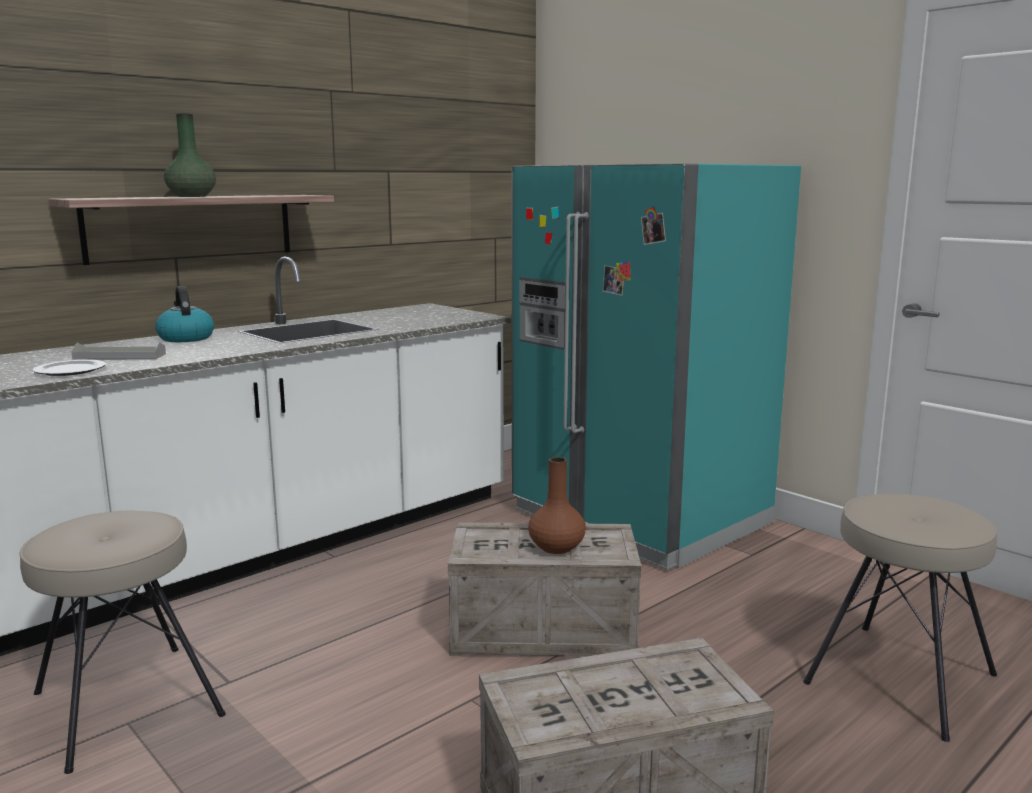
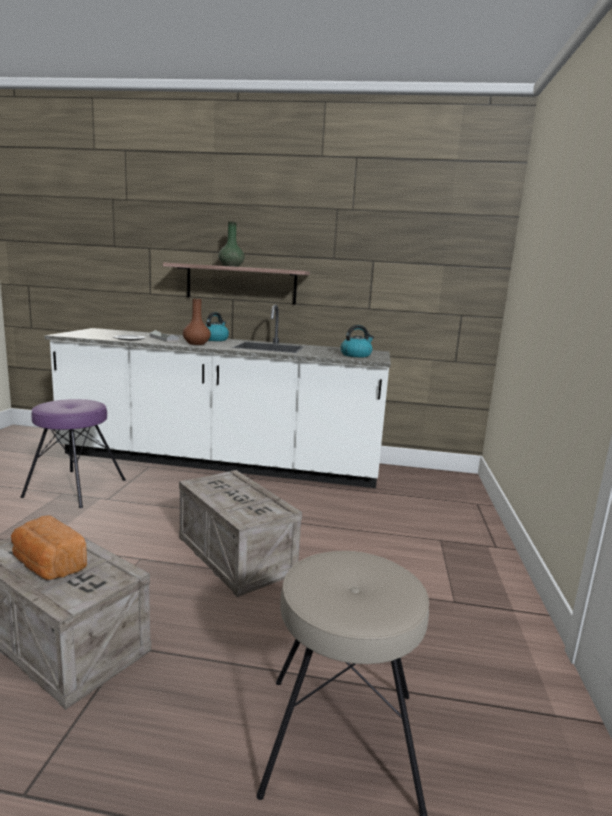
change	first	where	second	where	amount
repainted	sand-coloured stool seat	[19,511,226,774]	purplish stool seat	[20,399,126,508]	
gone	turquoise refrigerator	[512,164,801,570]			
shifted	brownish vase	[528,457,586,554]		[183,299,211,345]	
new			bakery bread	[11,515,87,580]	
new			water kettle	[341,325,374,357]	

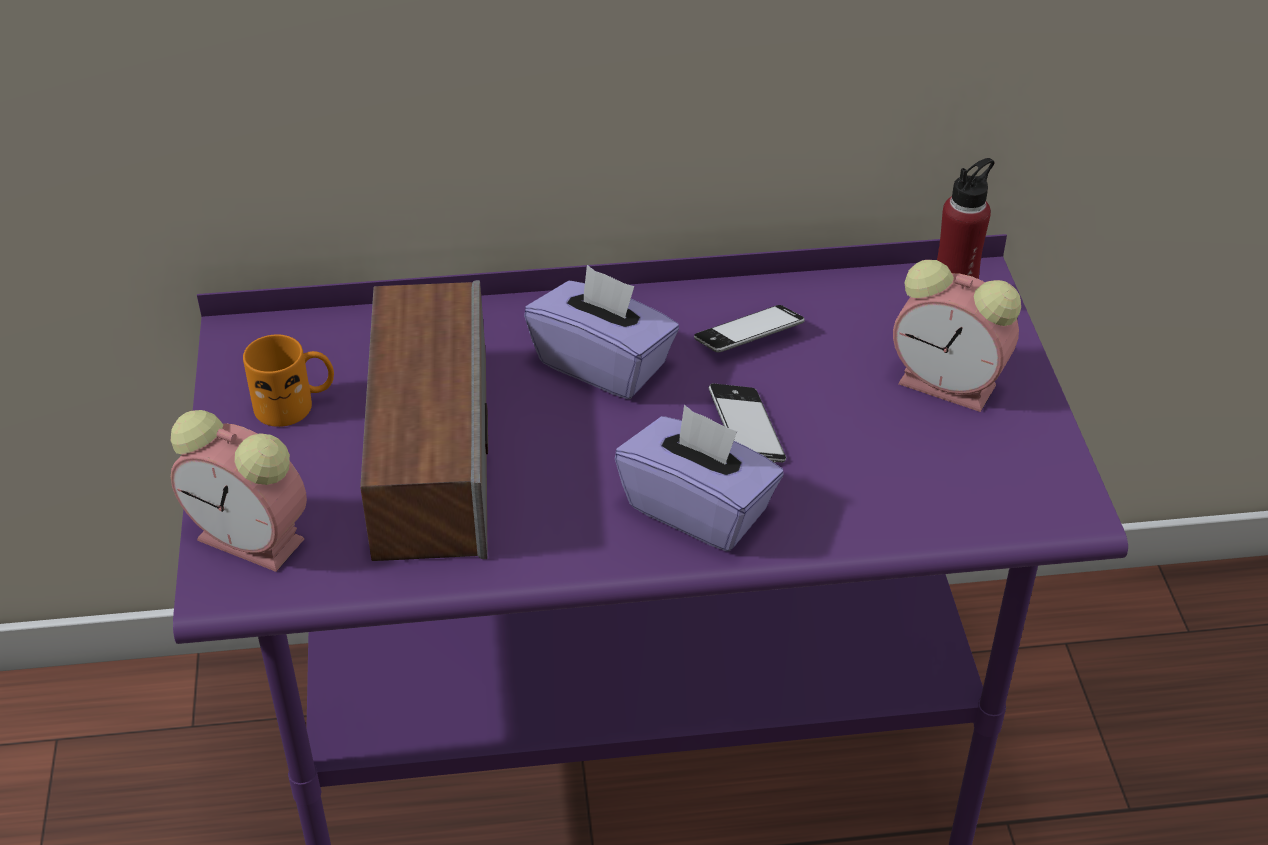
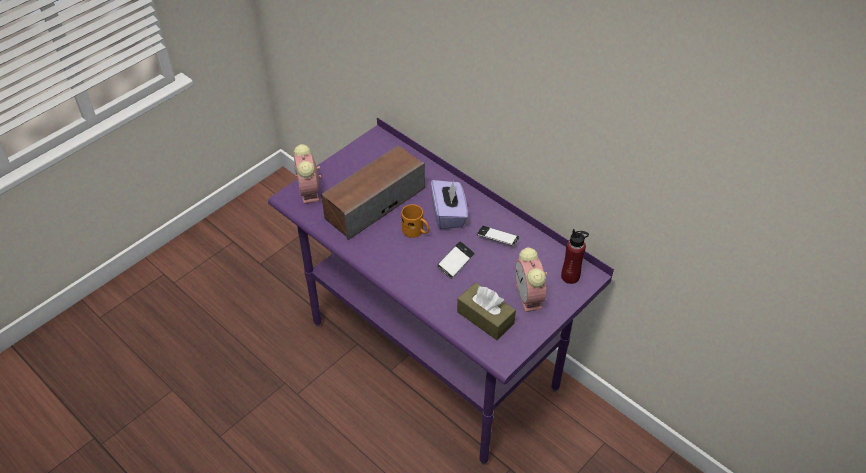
change	first	where	second	where	amount
shifted	orange-coloured mug	[243,335,334,427]		[401,204,429,238]	
gone	purplish box of tissues	[615,405,783,552]			
new			brownish box of tissues	[457,282,516,340]	

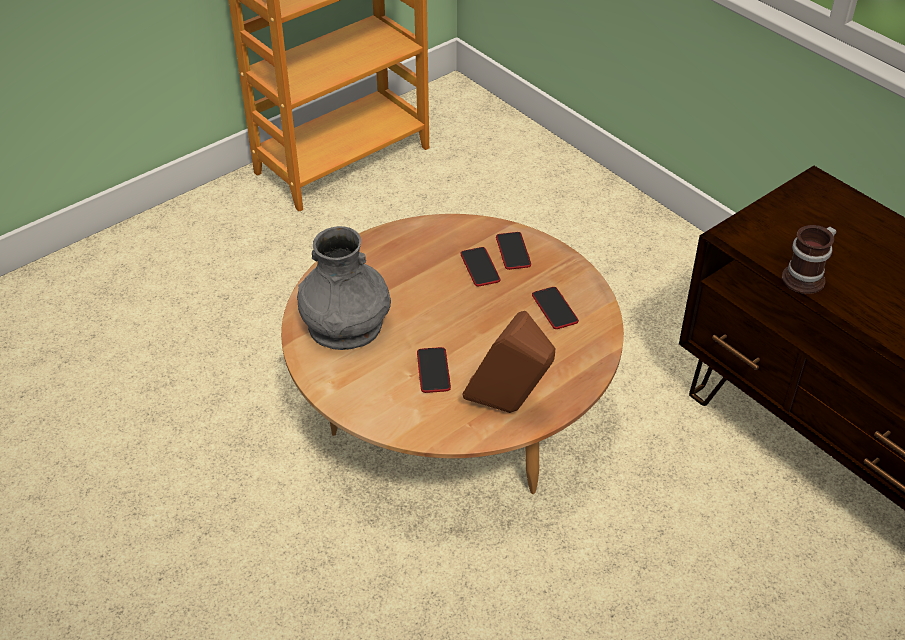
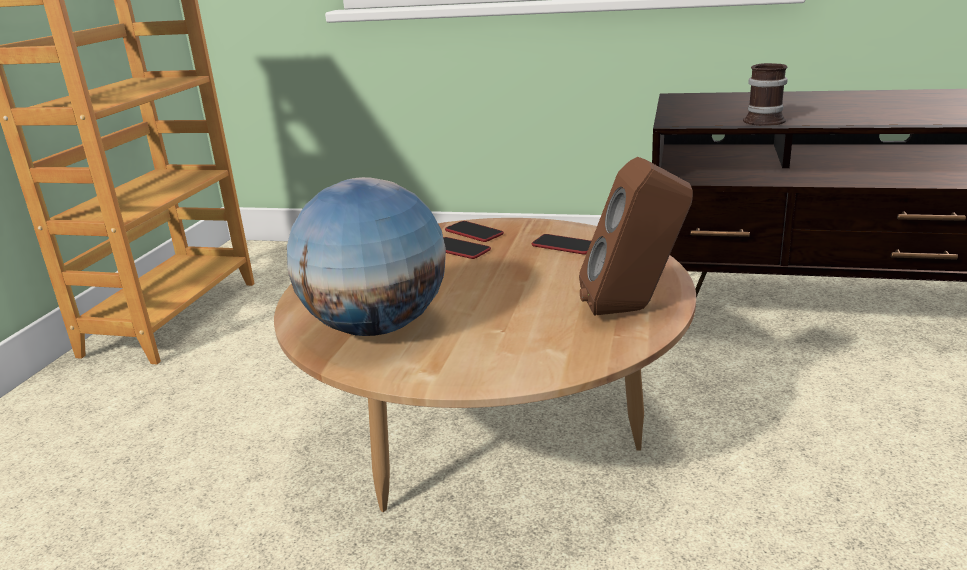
change	first	where	second	where	amount
swapped	gray vase	[297,226,391,350]	desk globe	[287,177,446,336]	
gone	handset	[417,347,451,393]			

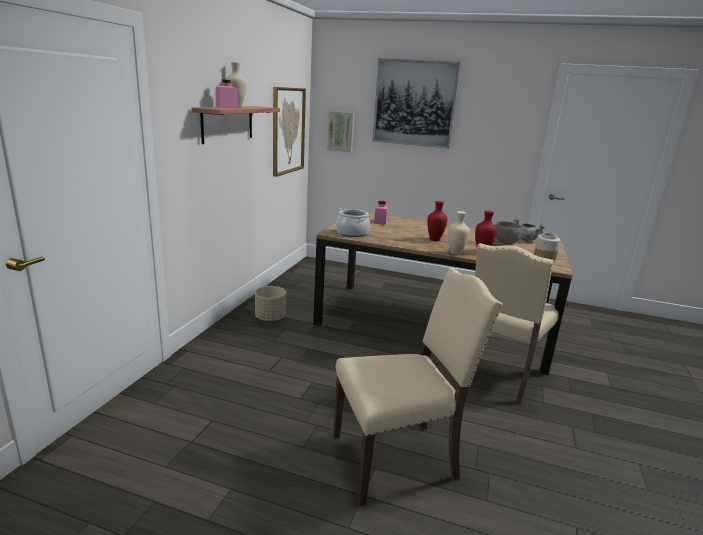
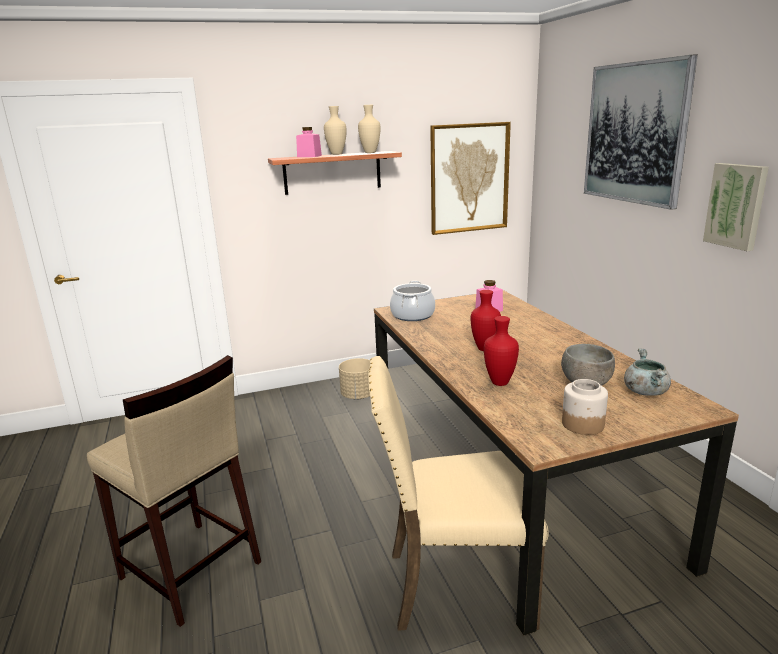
change	first	where	second	where	amount
shifted	wall art	[327,111,354,152]		[703,163,769,251]	
swapped	sand-coloured plain chair	[333,268,503,506]	sand-coloured stool seat	[87,355,261,627]	
shifted	sand-coloured vase	[448,211,470,255]		[358,105,380,153]	

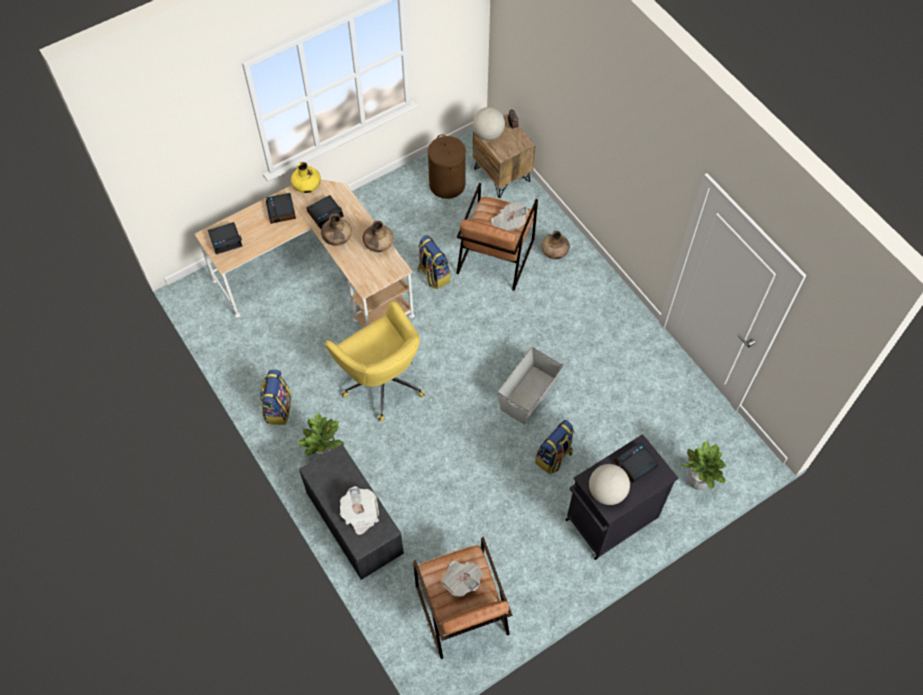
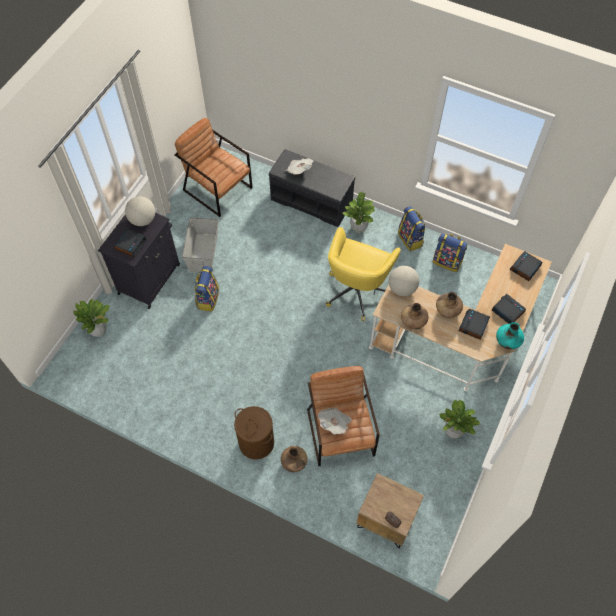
change	first	where	second	where	amount
repainted	yellow-coloured vase	[291,162,321,193]	turquoise vase	[496,322,524,350]	
rotated	yellow-coloured desk chair	[325,301,425,422]		[326,227,401,321]	90 degrees counterclockwise
shifted	knapsack	[418,235,450,290]		[433,233,467,272]	
shifted	brownish washing basket	[428,134,466,199]		[234,406,274,460]	
gone	daily paper	[441,561,483,597]			
shifted	desk globe	[473,107,505,140]		[389,266,419,296]	
shifted	gray storage container	[498,347,563,424]		[182,217,218,273]	
new			potted plant	[439,399,480,439]	

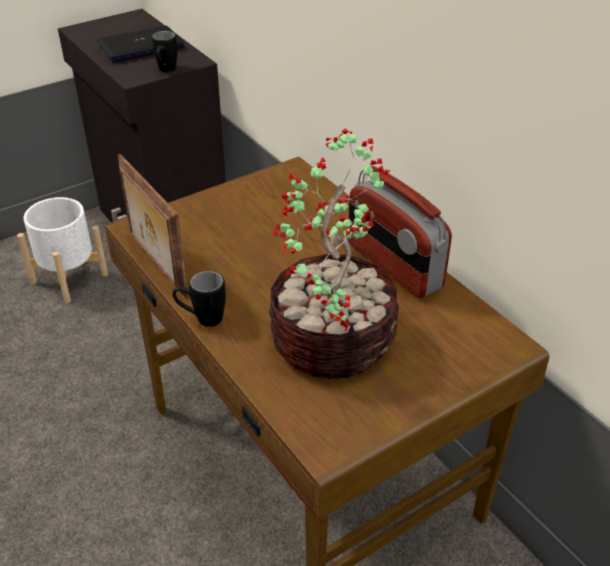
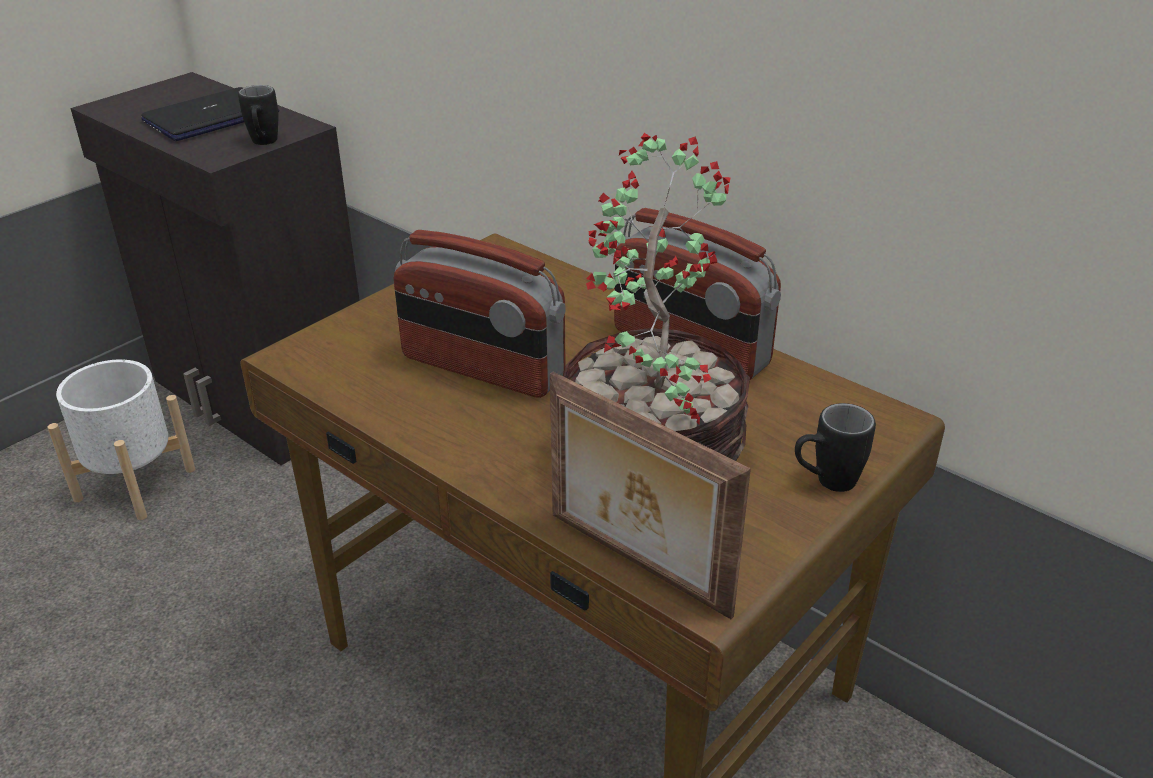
change	first	where	second	where	amount
shifted	standing frame	[118,154,189,298]		[550,372,751,619]	
shifted	blackish mug	[172,271,226,327]		[795,403,876,492]	
new			radio receiver	[393,230,566,398]	

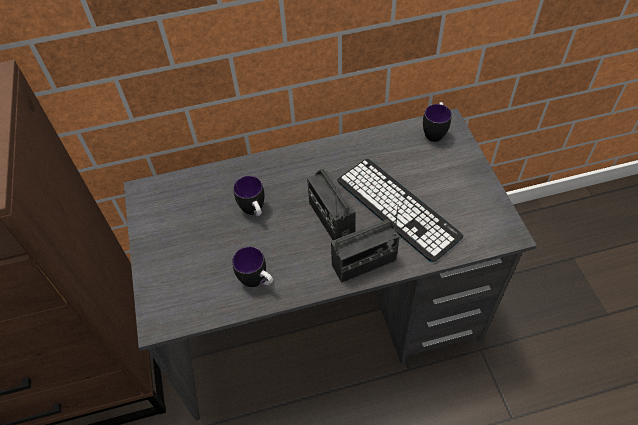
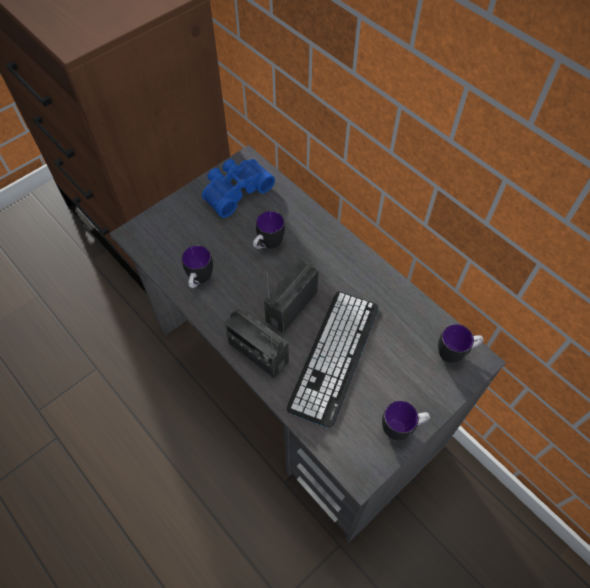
change	first	where	second	where	amount
new			bluish binoculars	[202,159,275,218]	
new			mug	[382,401,430,440]	

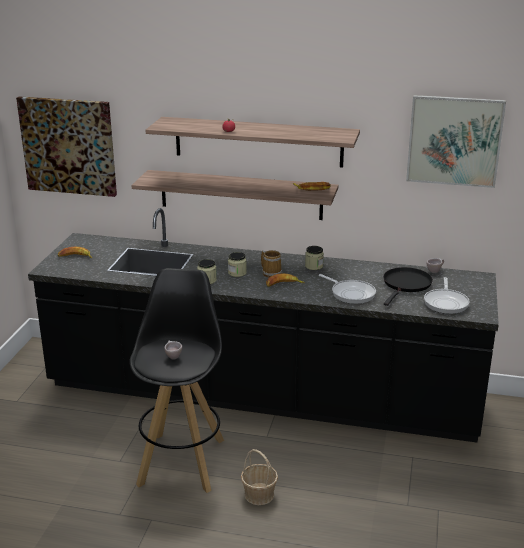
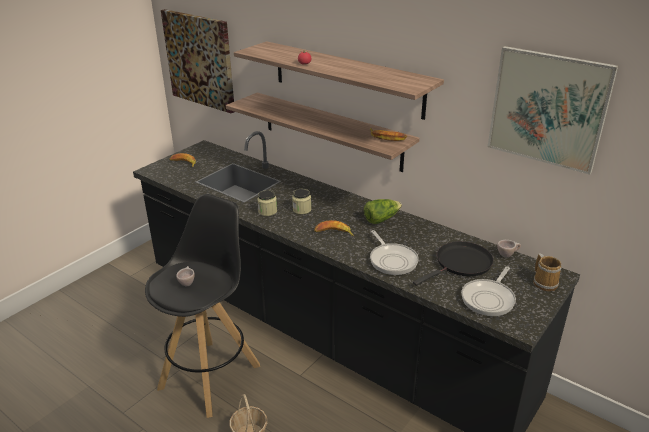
change	first	where	second	where	amount
shifted	mug	[261,250,282,277]		[534,253,562,291]	
swapped	storage jar	[305,246,324,270]	head of lettuce	[364,199,402,224]	

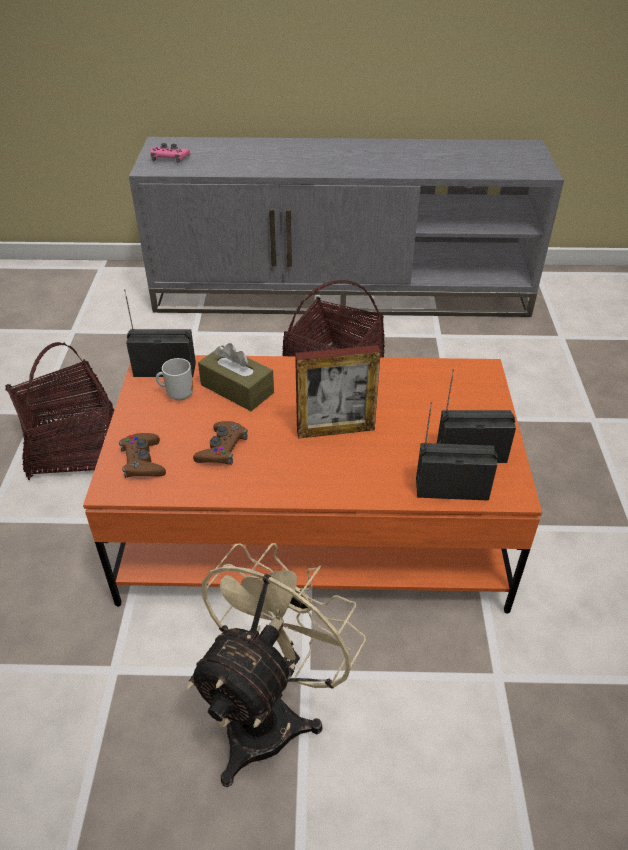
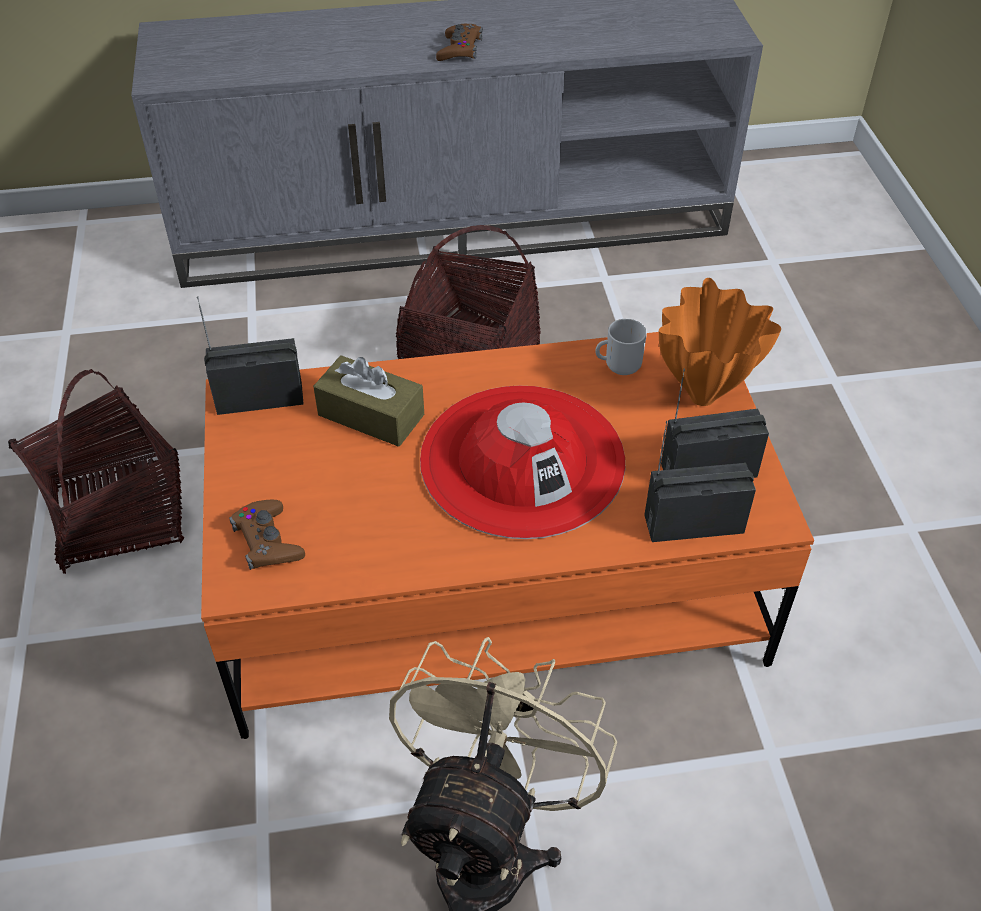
change	first	where	second	where	amount
gone	pink-coloured gamepad	[150,143,190,163]			
shifted	mug	[156,358,193,401]		[595,319,647,375]	
shifted	brownish gamepad	[193,421,248,465]		[436,24,483,61]	
swapped	standing frame	[295,345,381,439]	red clothing hat	[420,386,625,539]	
new			orange-coloured vase	[659,278,781,406]	

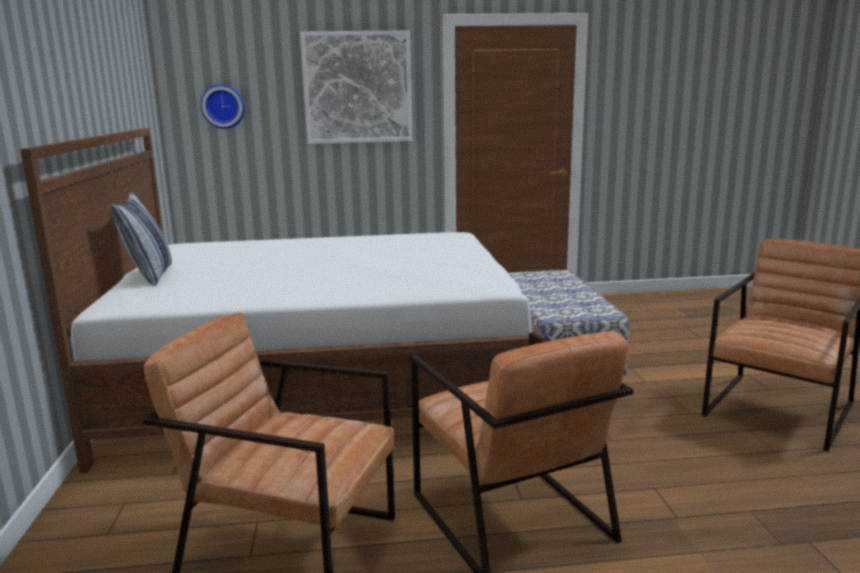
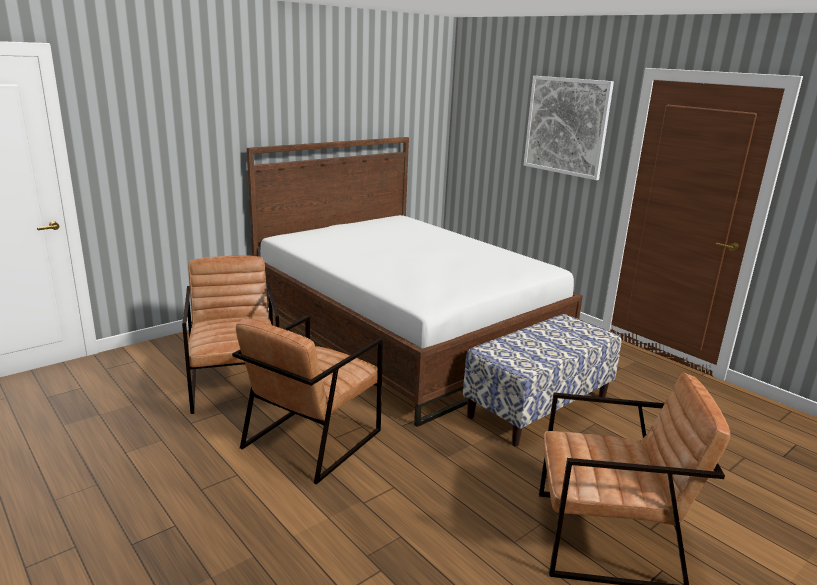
change	first	where	second	where	amount
gone	throw pillow	[109,192,172,286]			
gone	clock on the wall	[201,84,245,129]			

